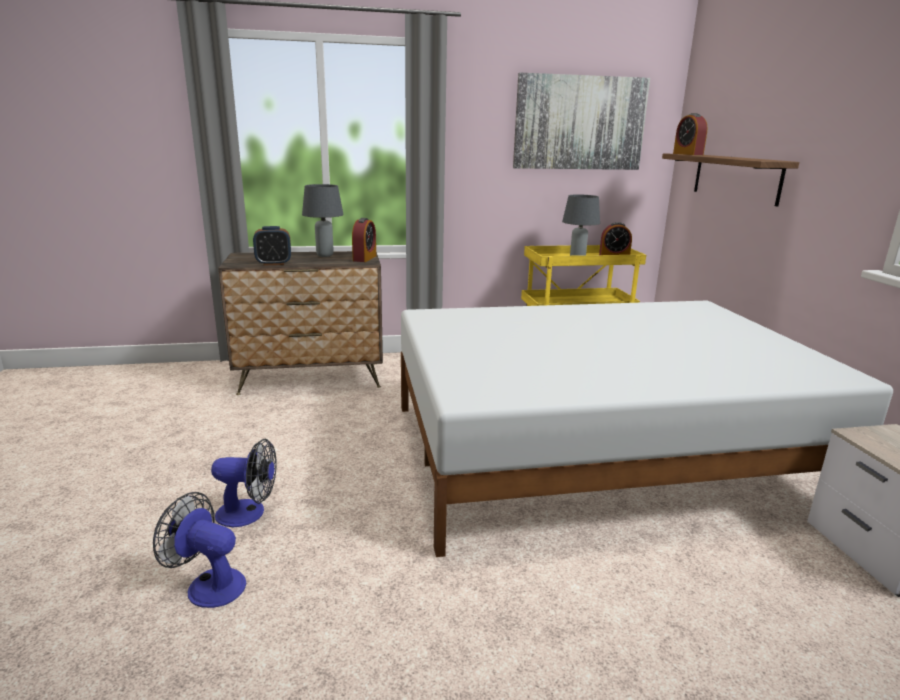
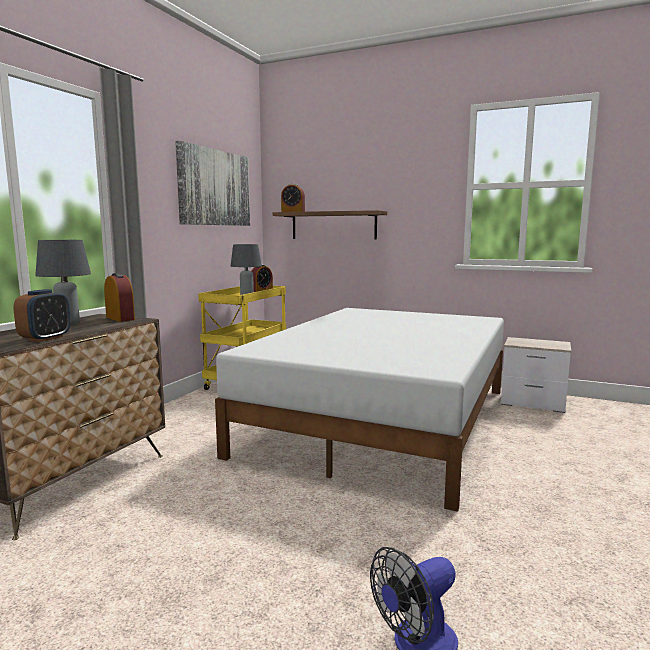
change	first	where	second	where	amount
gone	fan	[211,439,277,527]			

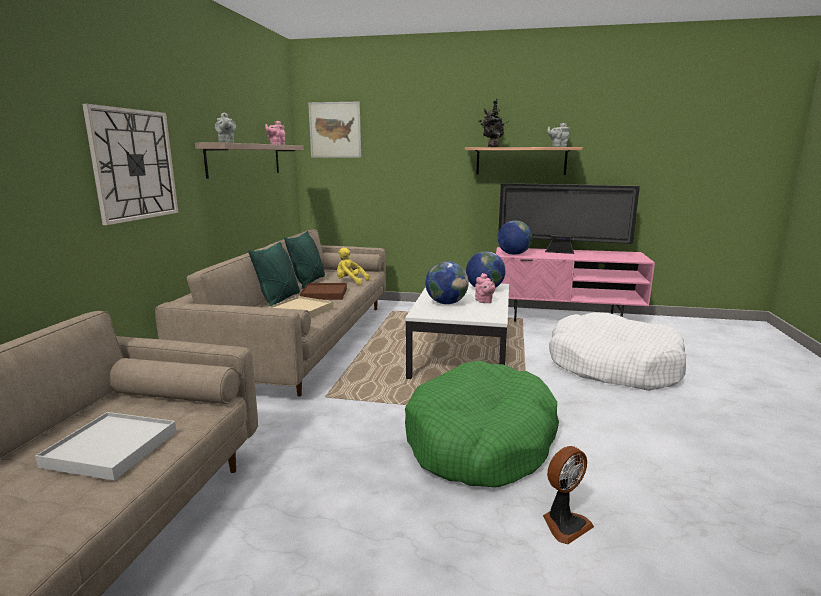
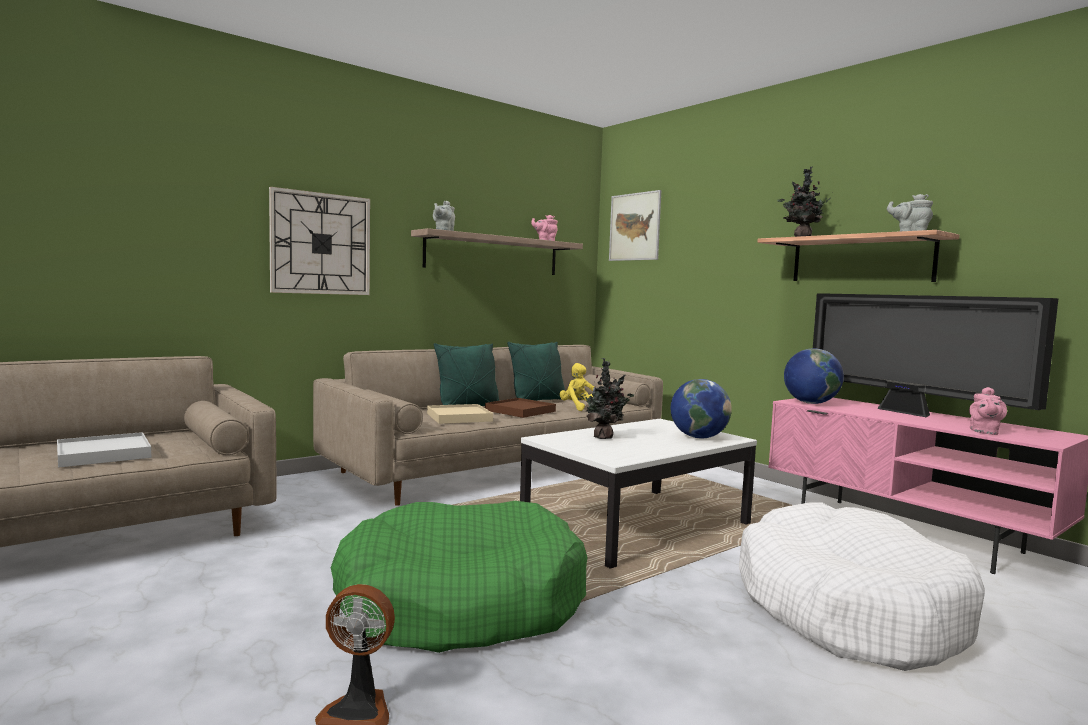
change	first	where	second	where	amount
swapped	desk globe	[425,261,469,304]	potted plant	[579,358,634,439]	
shifted	pink-coloured pot for tea	[475,273,495,303]		[969,387,1007,435]	

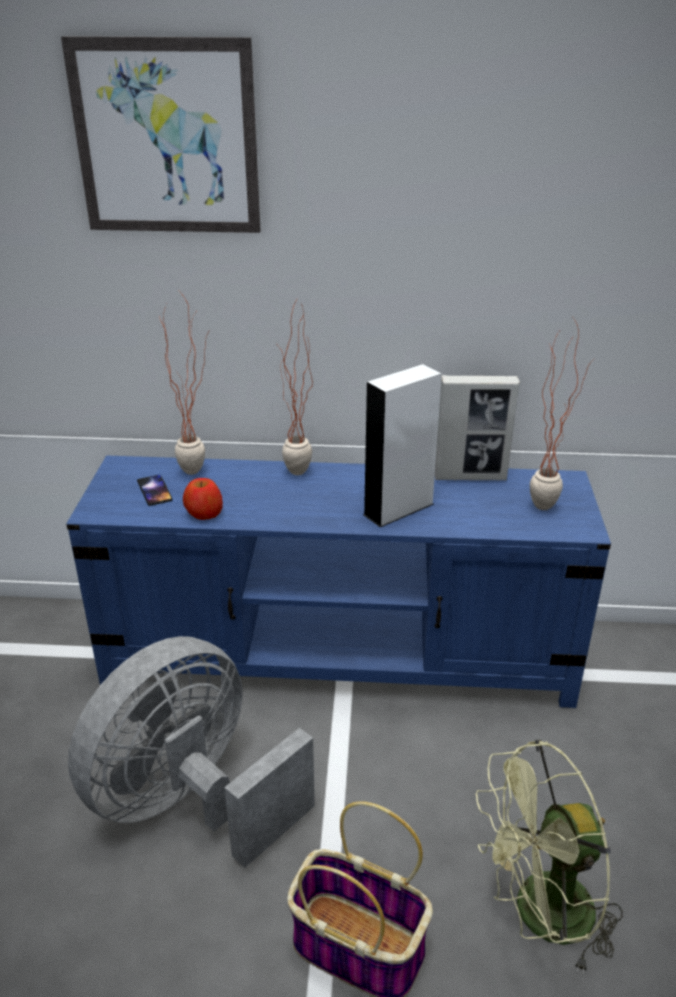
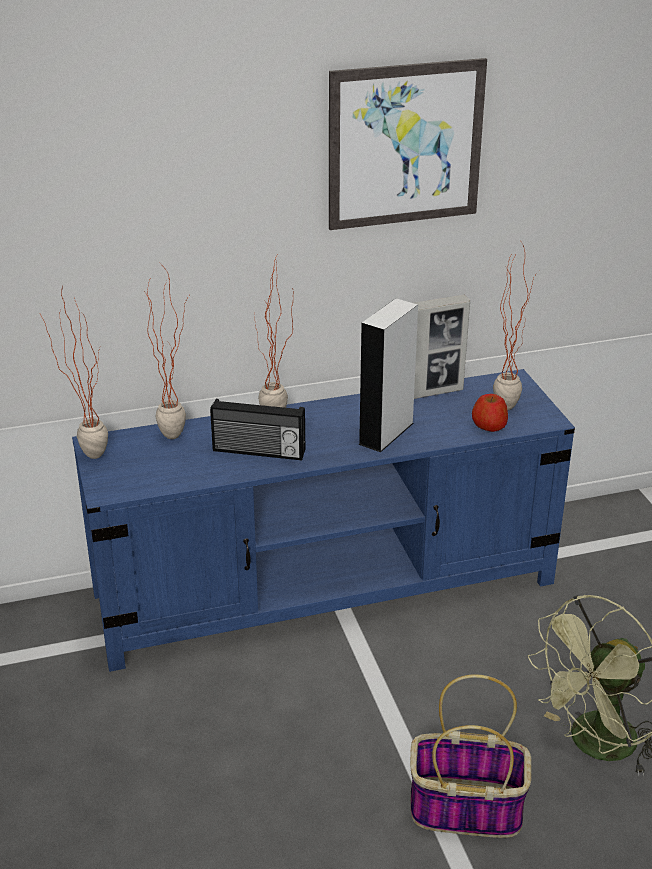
change	first	where	second	where	amount
shifted	wall art	[61,36,261,233]		[329,58,487,230]	
gone	gray fan	[68,636,315,868]			
gone	handset	[137,475,173,506]			
shifted	whole apple	[183,478,223,520]		[472,394,508,432]	
new			potted plant	[40,290,108,459]	
new			radio receiver	[210,399,305,460]	

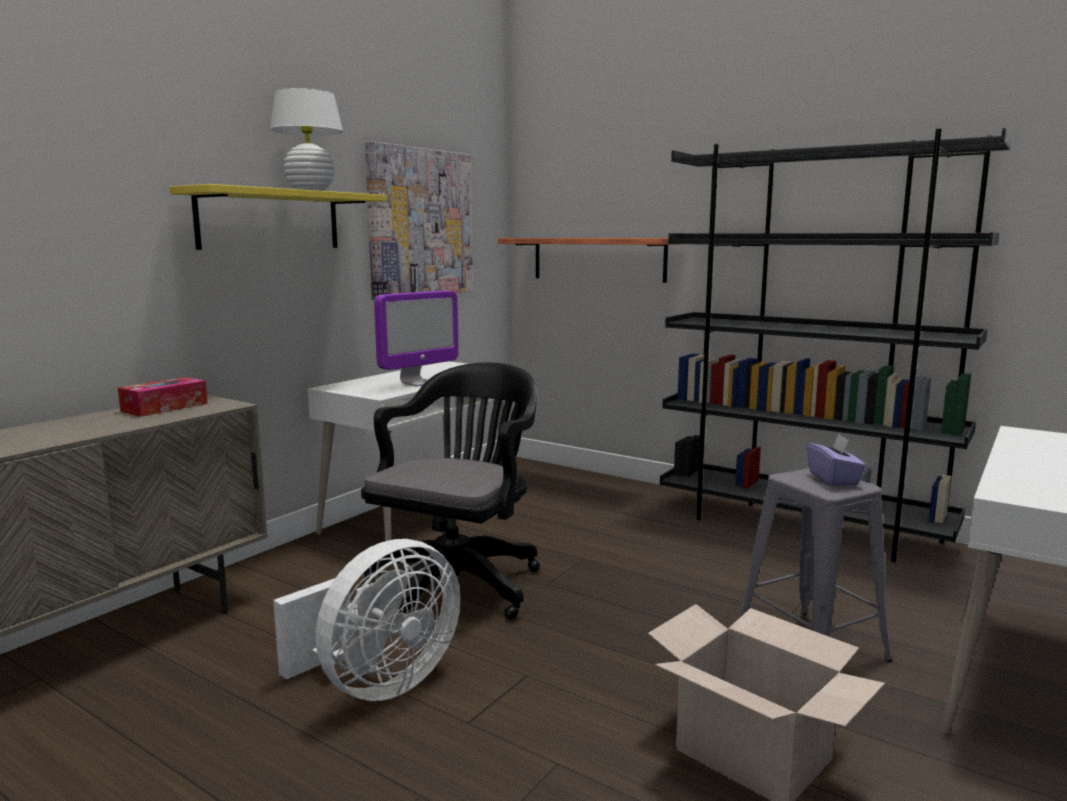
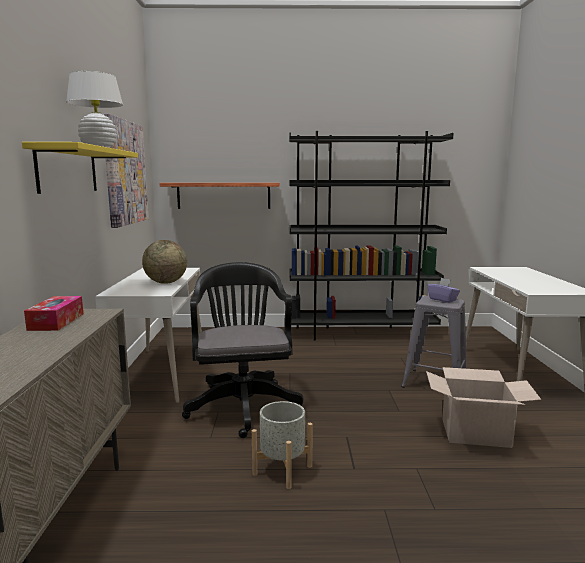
change	first	where	second	where	amount
swapped	white fan	[273,539,460,701]	gray planter	[252,401,313,489]	
swapped	computer screen	[374,291,458,387]	desk globe	[142,240,187,284]	

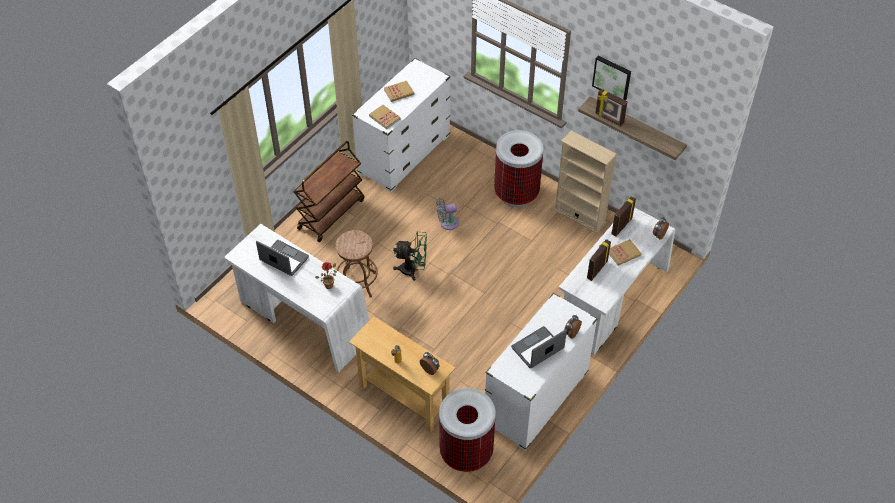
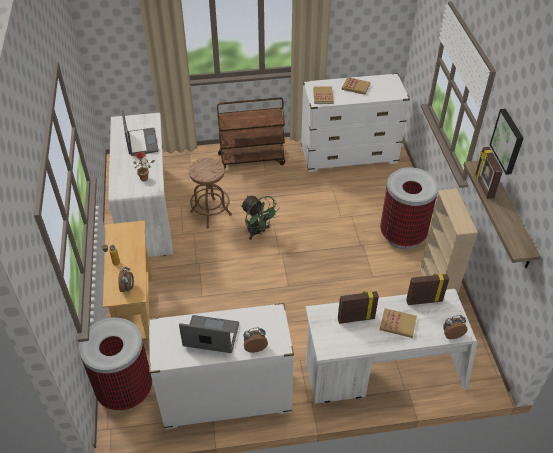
change	first	where	second	where	amount
gone	gray fan	[436,198,459,230]			

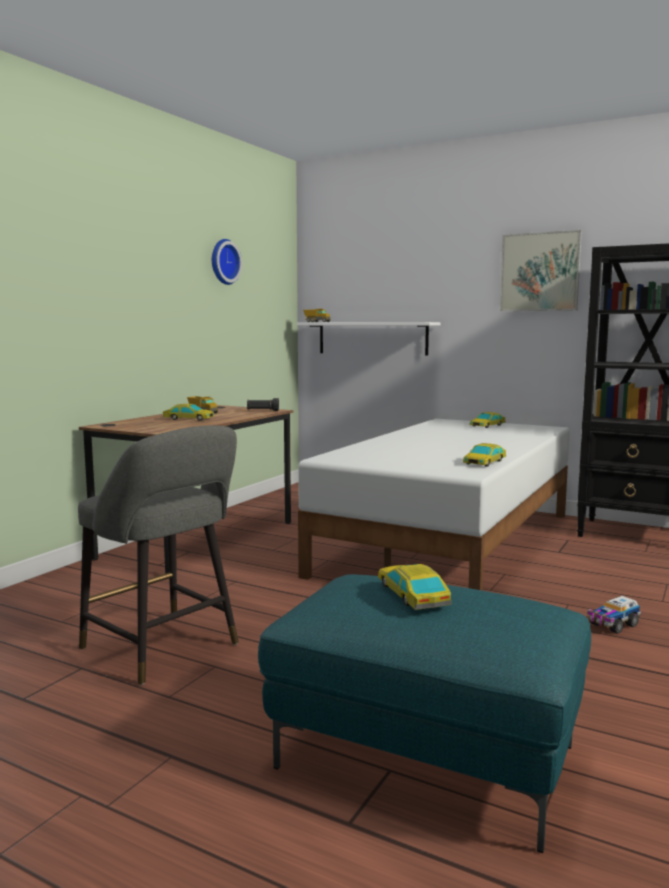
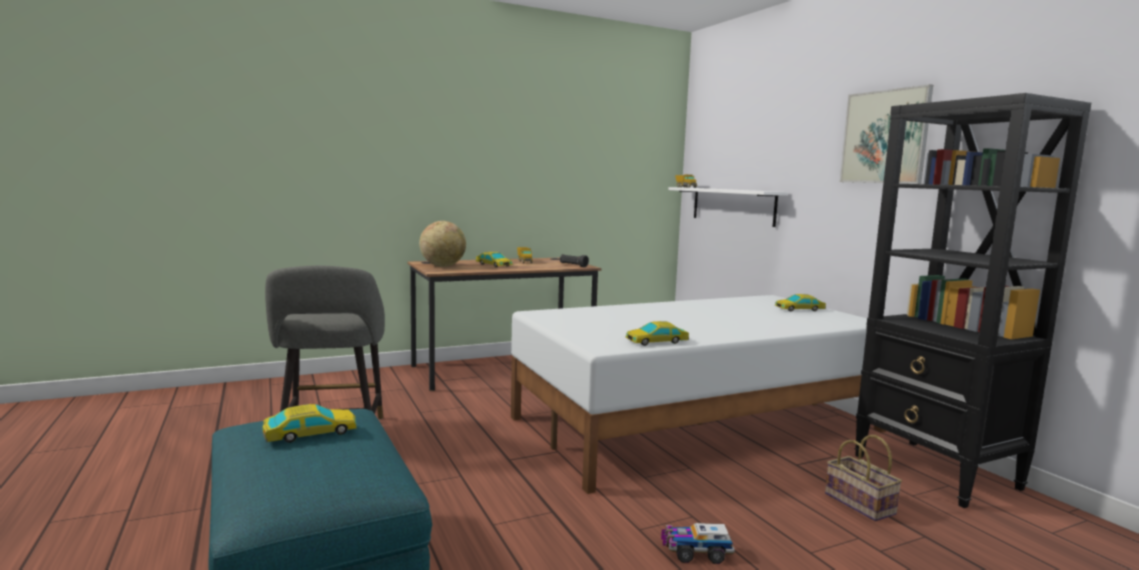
change	first	where	second	where	amount
gone	clock on the wall	[212,239,242,285]			
rotated	toy car	[378,564,452,610]		[263,404,356,443]	45 degrees clockwise
new			desk globe	[419,221,466,267]	
new			storage basket	[825,435,902,521]	

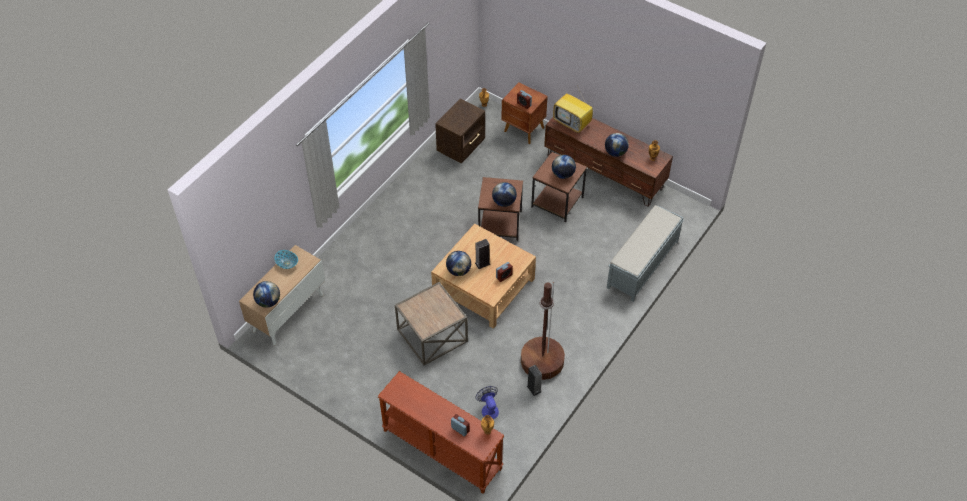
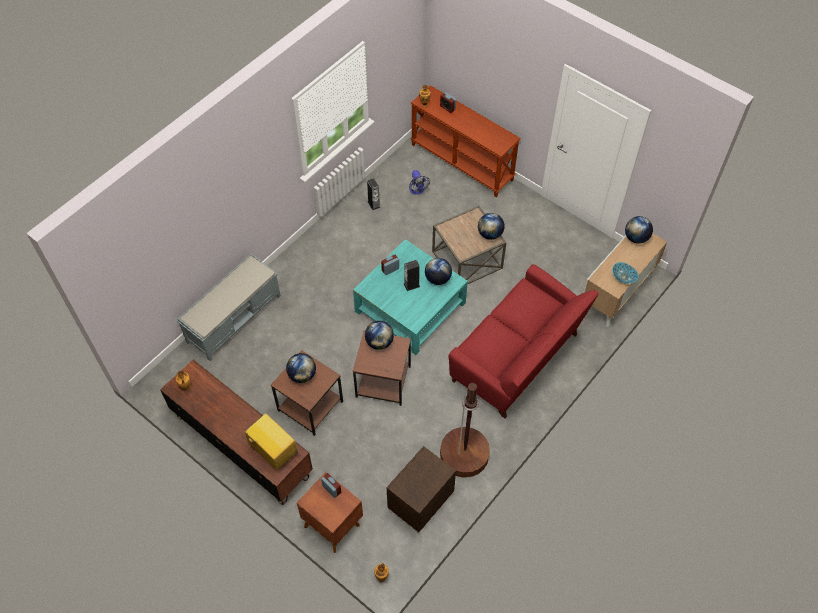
change	first	where	second	where	amount
repainted	sand-coloured coffee table	[431,224,536,329]	turquoise coffee table	[353,239,468,355]	
shifted	brownish standing lamp	[521,282,565,380]		[440,383,490,478]	
shifted	desk globe	[605,133,629,157]		[478,213,505,240]	
new			red settee	[448,264,599,418]	

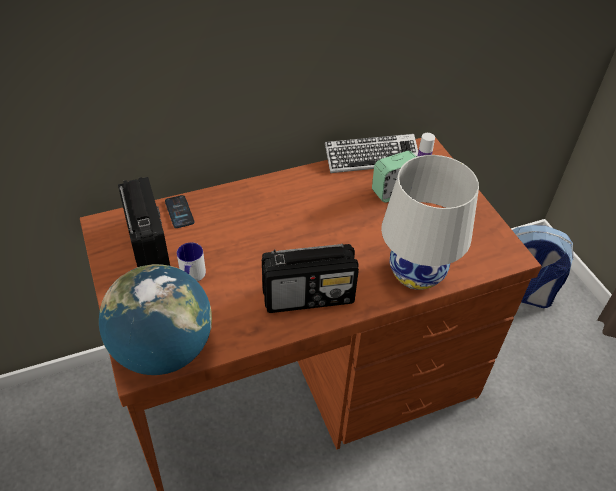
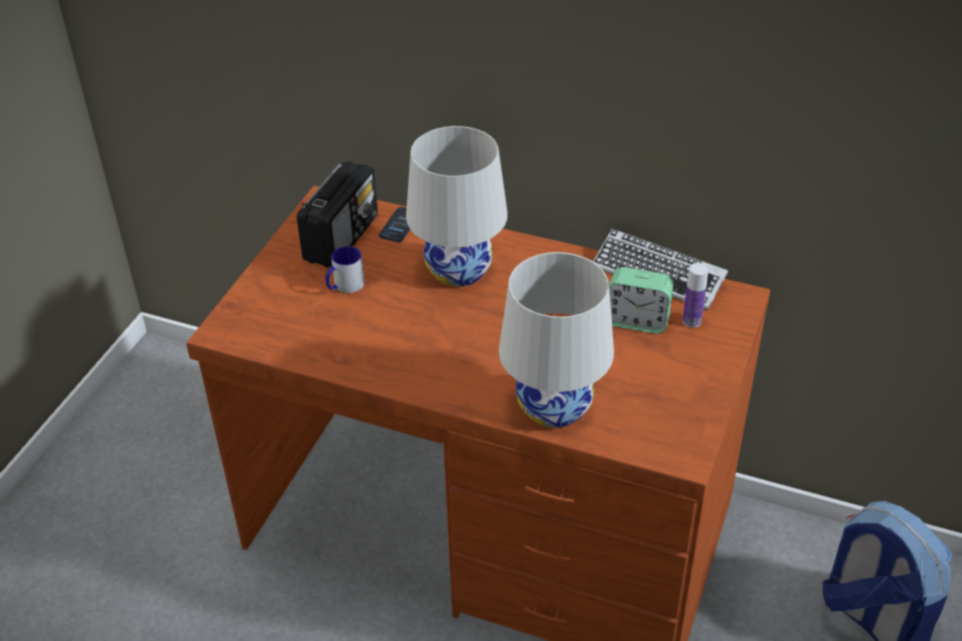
change	first	where	second	where	amount
gone	desk globe	[99,264,212,375]			
gone	radio receiver	[262,244,359,313]			
new			white table lamp	[406,126,508,287]	

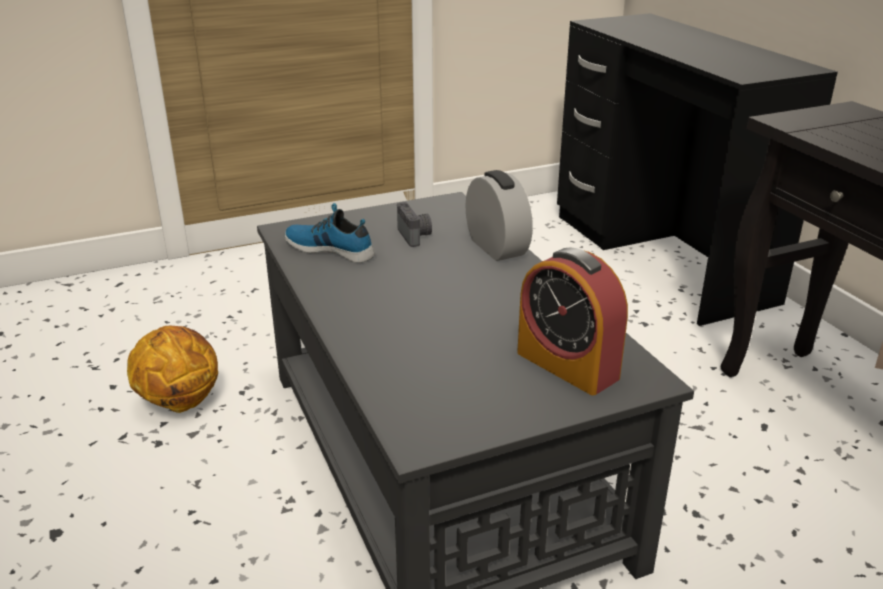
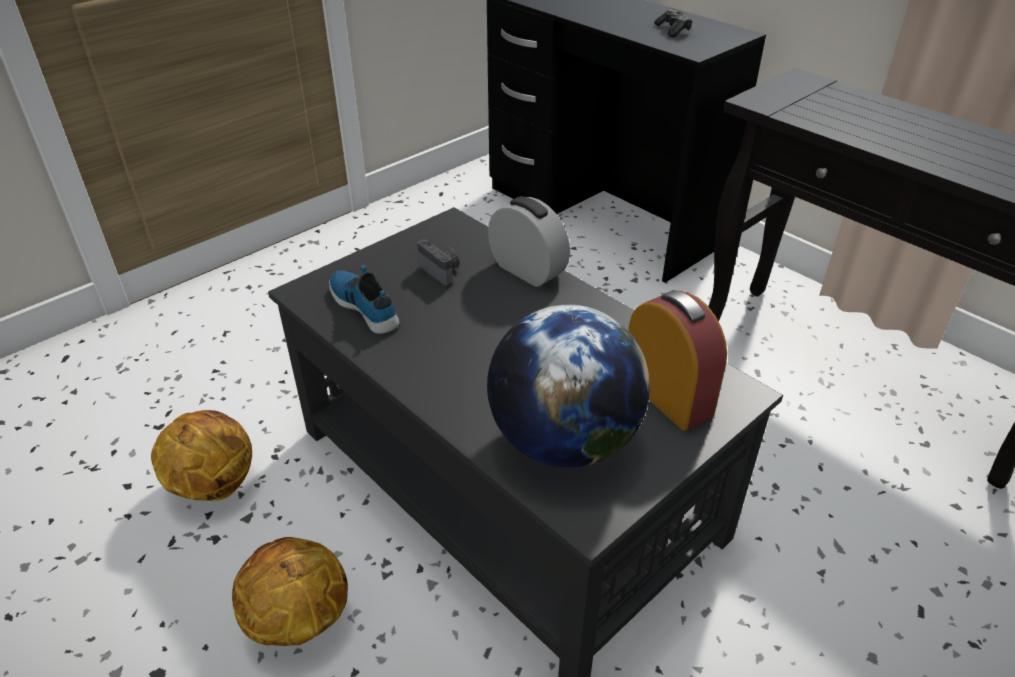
change	first	where	second	where	amount
rotated	item of footwear	[285,203,375,263]		[329,265,400,334]	45 degrees clockwise
rotated	bedside clock	[517,248,628,395]		[628,290,727,431]	150 degrees counterclockwise
new			basketball ball	[232,537,348,646]	
new			desk globe	[487,305,650,468]	
new			gamepad	[654,9,693,37]	

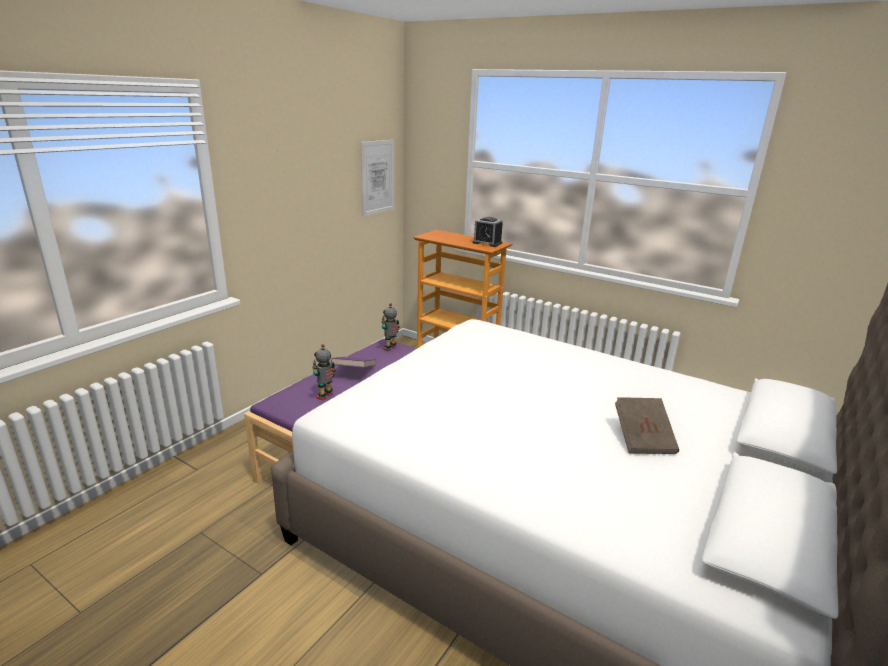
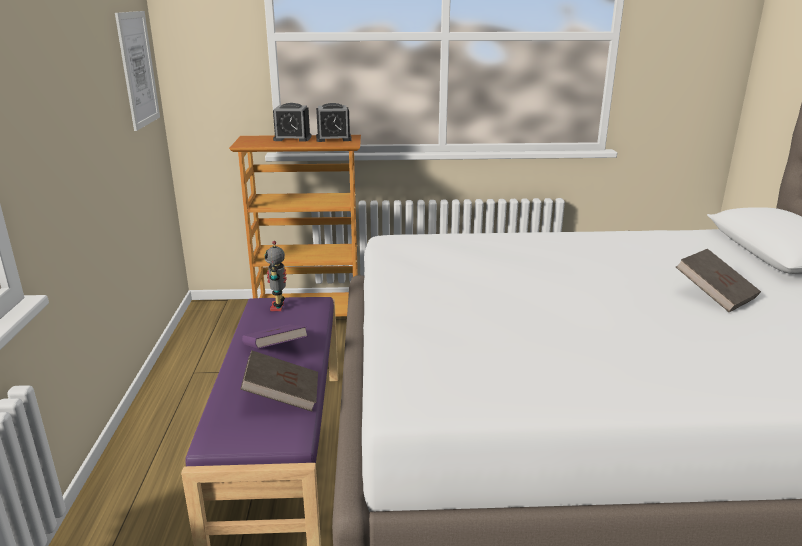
change	first	where	second	where	amount
swapped	robot figure	[312,344,336,400]	brownish book	[241,351,318,411]	
new			bedside clock	[273,103,312,141]	

